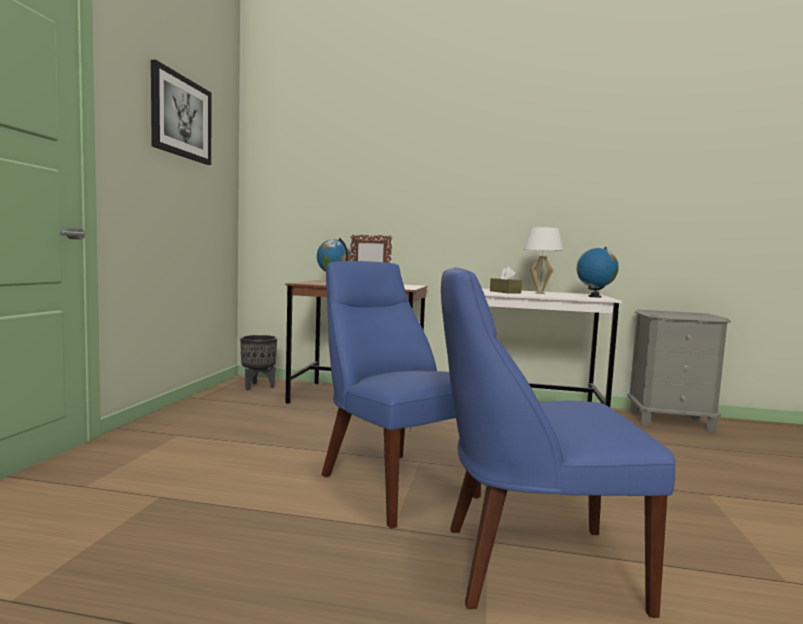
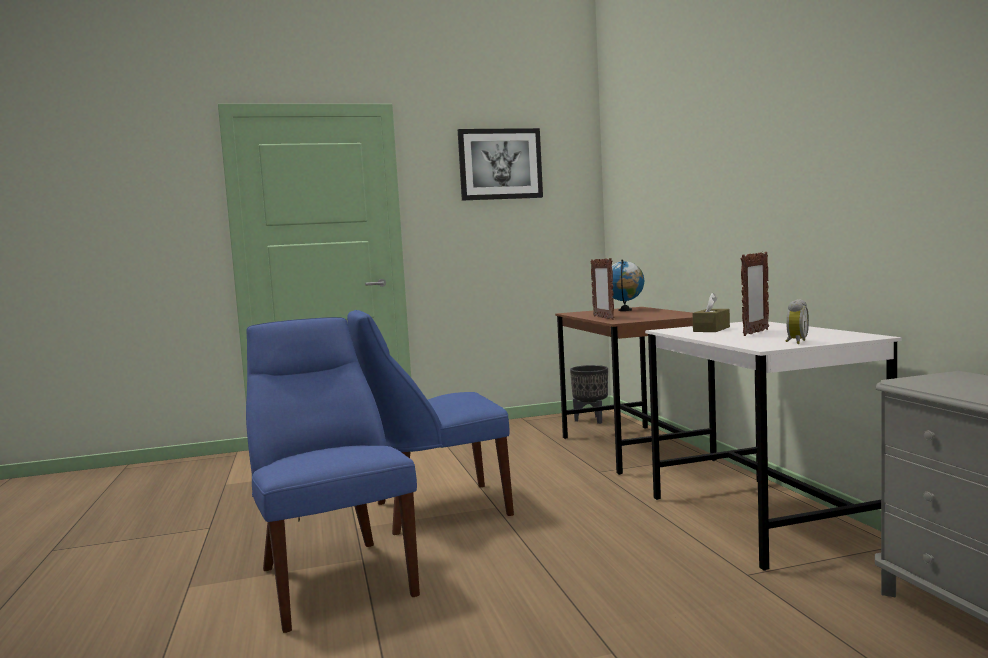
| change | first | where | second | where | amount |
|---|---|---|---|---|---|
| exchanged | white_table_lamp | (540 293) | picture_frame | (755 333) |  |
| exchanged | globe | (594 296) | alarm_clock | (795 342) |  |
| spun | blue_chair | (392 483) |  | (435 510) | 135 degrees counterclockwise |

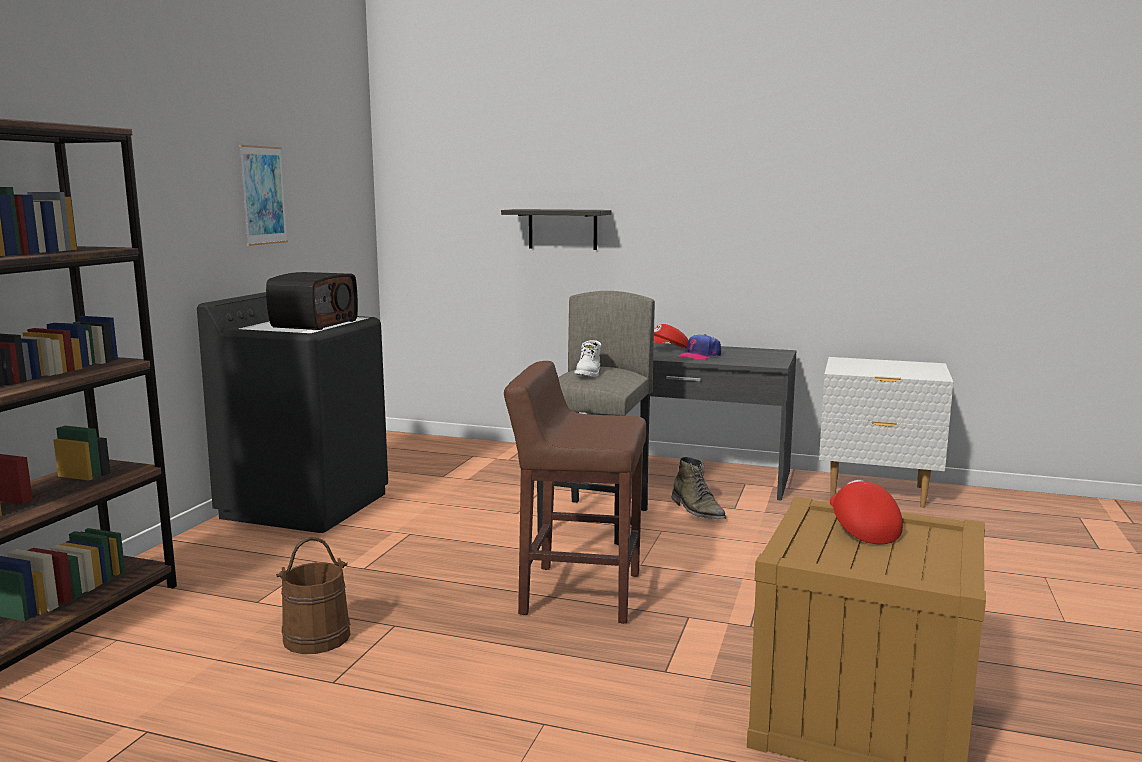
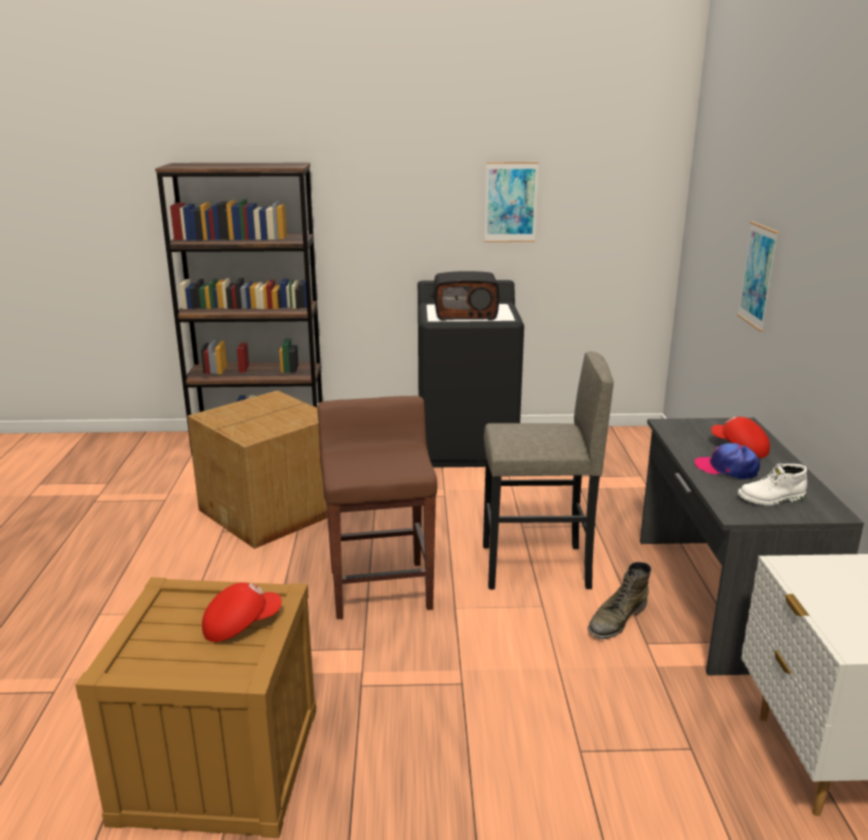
| change | first | where | second | where | amount |
|---|---|---|---|---|---|
| relocated | white_boot | (589 373) |  | (771 499) |  |
| exchanged | brown_bucket | (316 637) | cardboard_box | (272 511) |  |
| exchanged | shelf | (562 229) | picture | (757 275) |  |

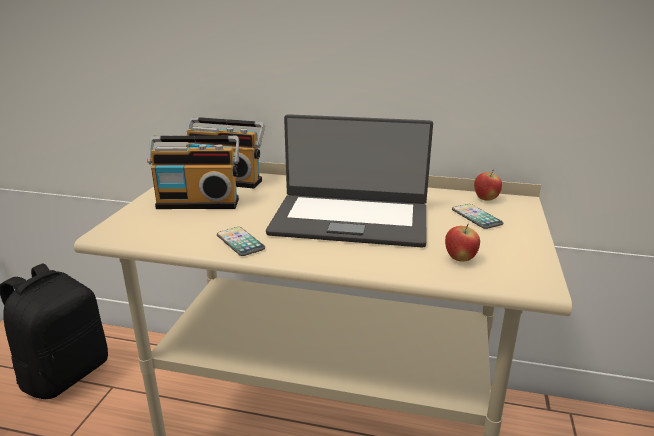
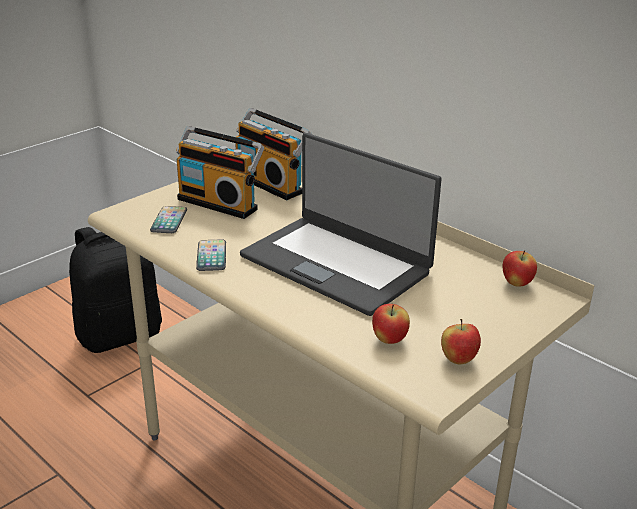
| change | first | where | second | where | amount |
|---|---|---|---|---|---|
| appeared |  |  | apple | (458 360) |  |
| relocated | phone | (476 217) |  | (169 221) |  |

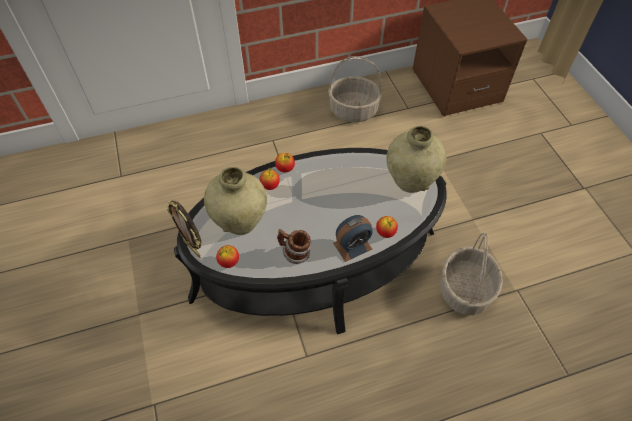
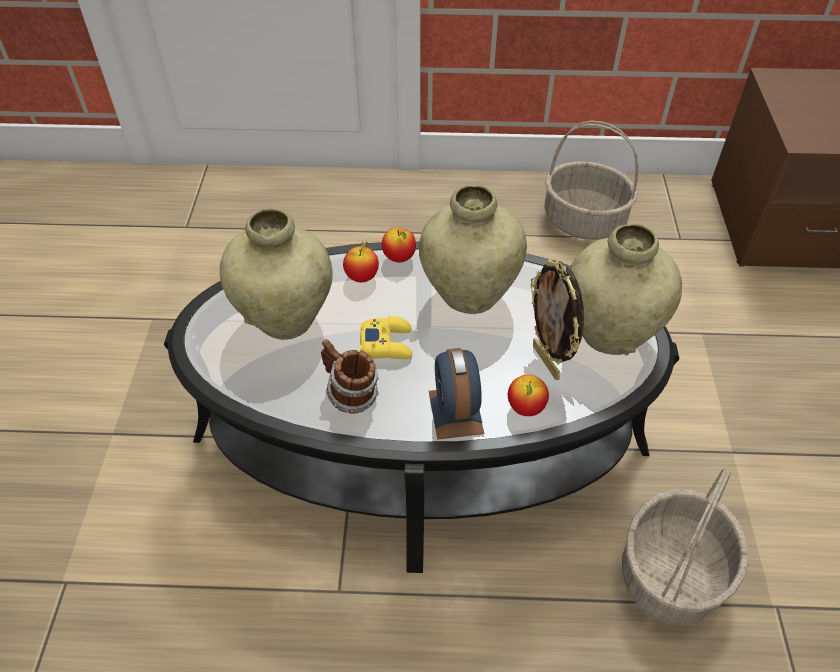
| change | first | where | second | where | amount |
|---|---|---|---|---|---|
| missing | apple | (229 262) |  |  |  |
| appeared |  |  | yellow_game_controller | (387 343) |  |
| appeared |  |  | beige_vase | (469 295) |  |
| relocated | picture_frame | (193 248) |  | (547 361) |  |
| spun | alarm_clock | (352 246) |  | (455 412) | 90 degrees clockwise |

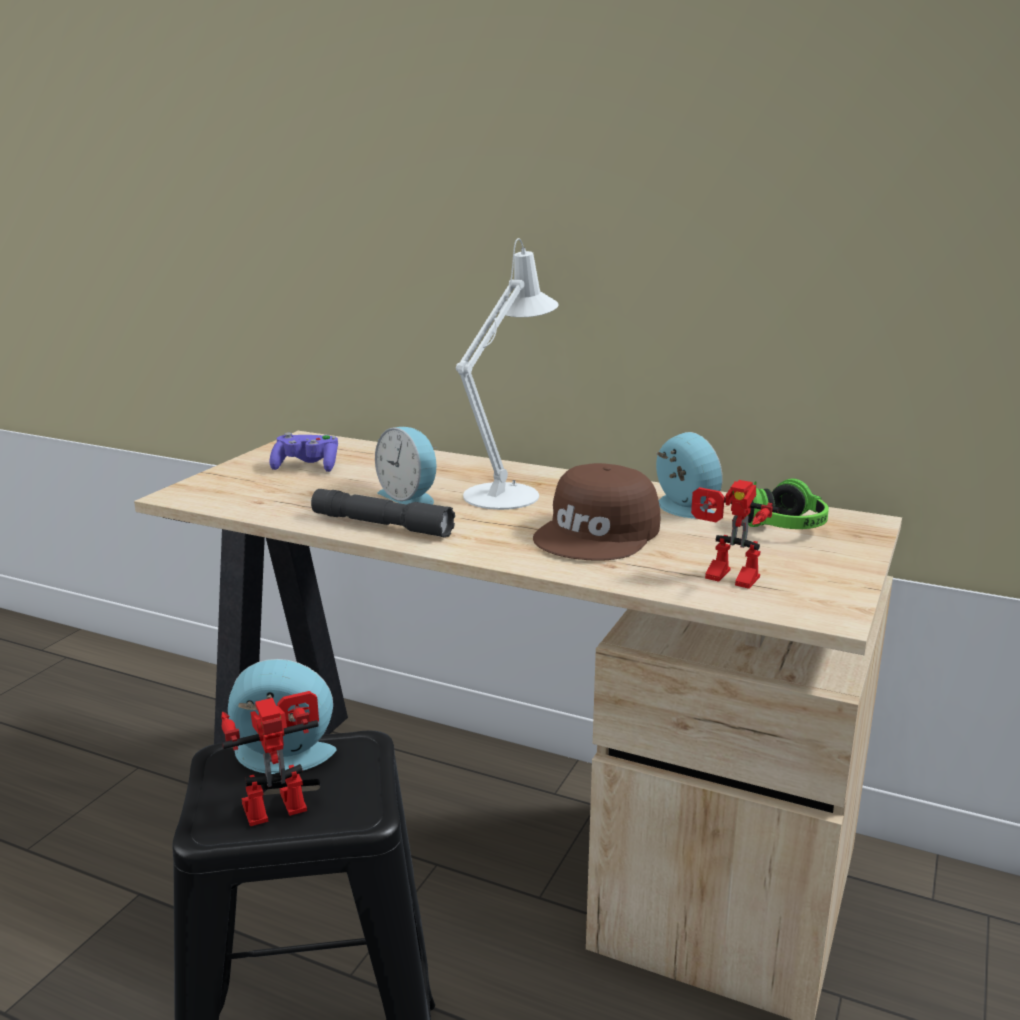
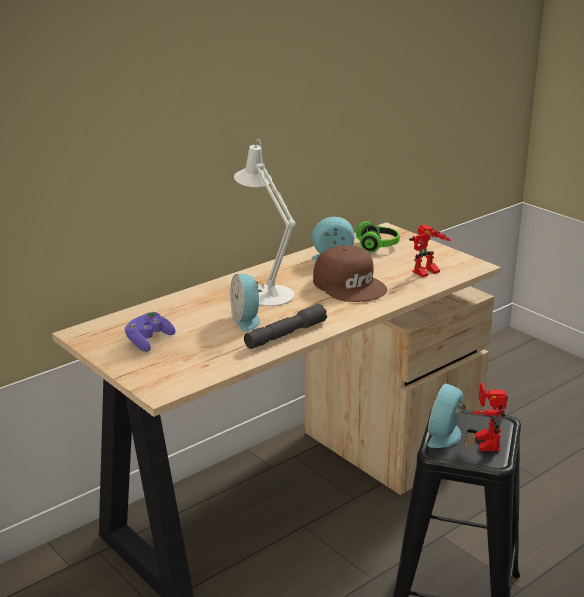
| change | first | where | second | where | amount |
|---|---|---|---|---|---|
| spun | alarm_clock | (410 497) |  | (247 319) | 90 degrees clockwise |

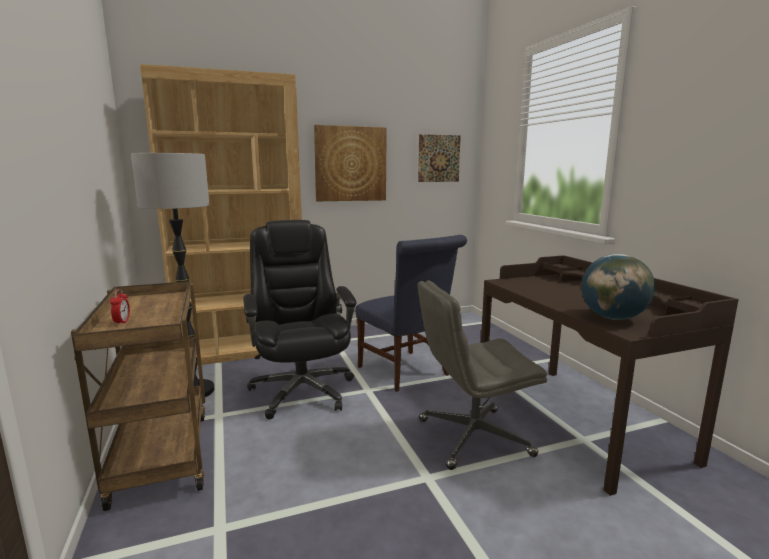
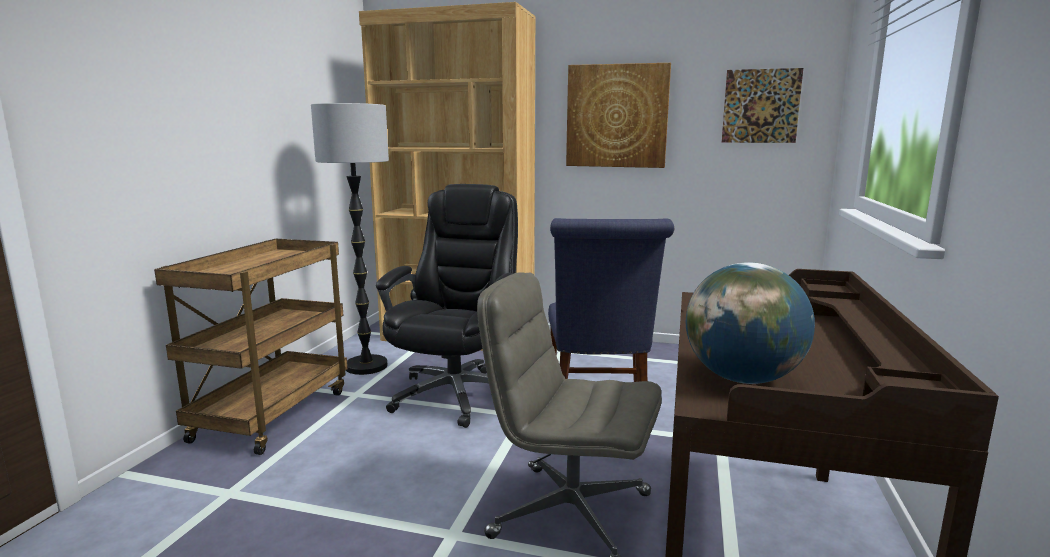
| change | first | where | second | where | amount |
|---|---|---|---|---|---|
| missing | alarm_clock | (122 322) |  |  |  |

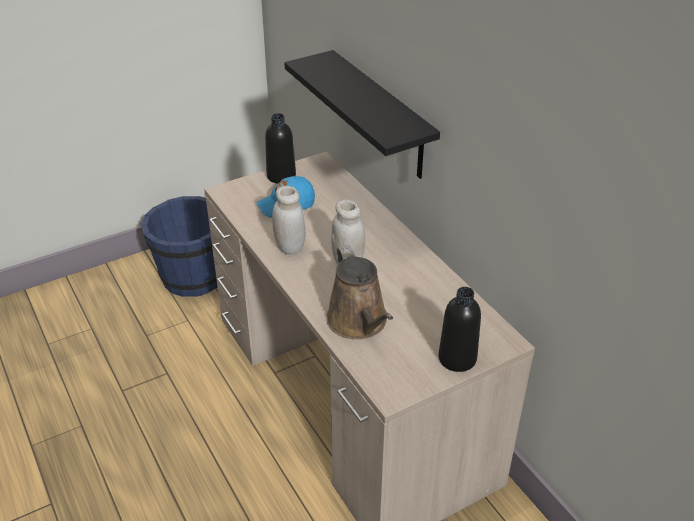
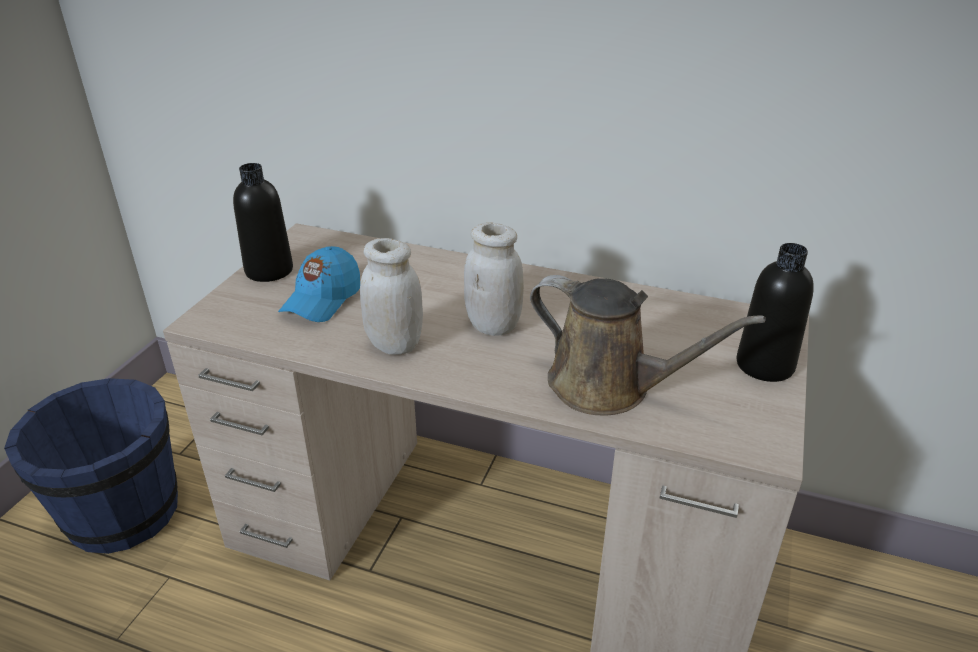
| change | first | where | second | where | amount |
|---|---|---|---|---|---|
| missing | black_shelf | (381 115) |  |  |  |

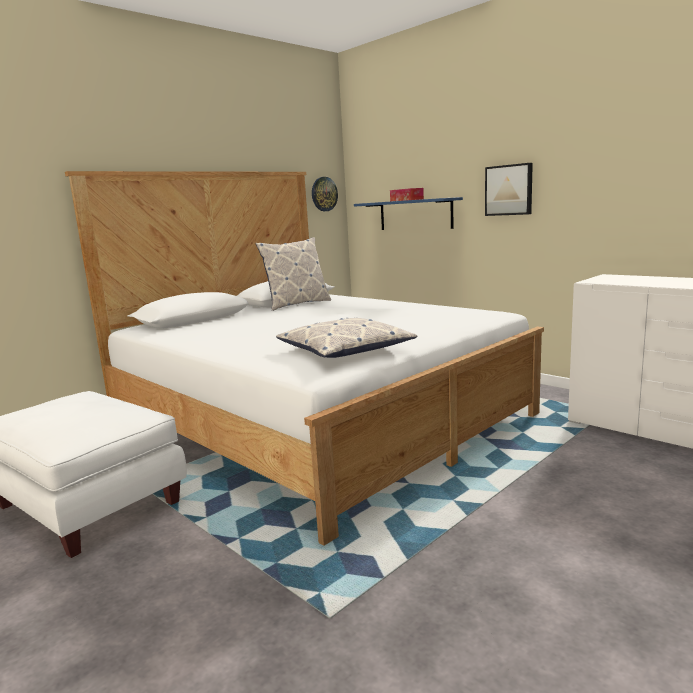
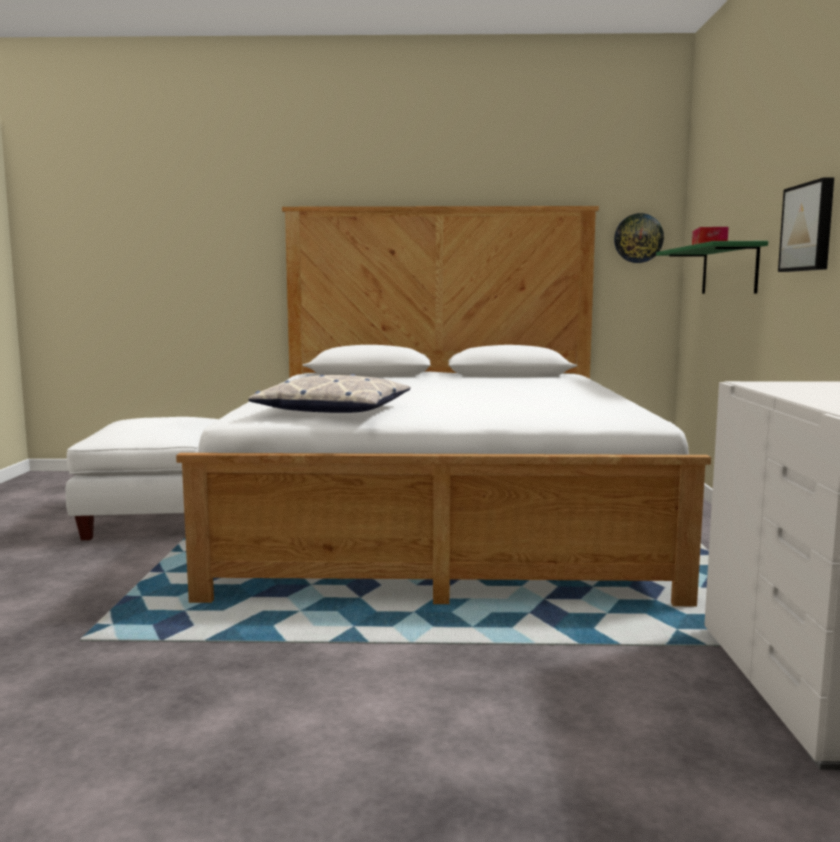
| change | first | where | second | where | amount |
|---|---|---|---|---|---|
| missing | pillow | (297 304) |  |  |  |
| colour | blue_shelf | (415 214) | green_shelf | (729 270) |  |

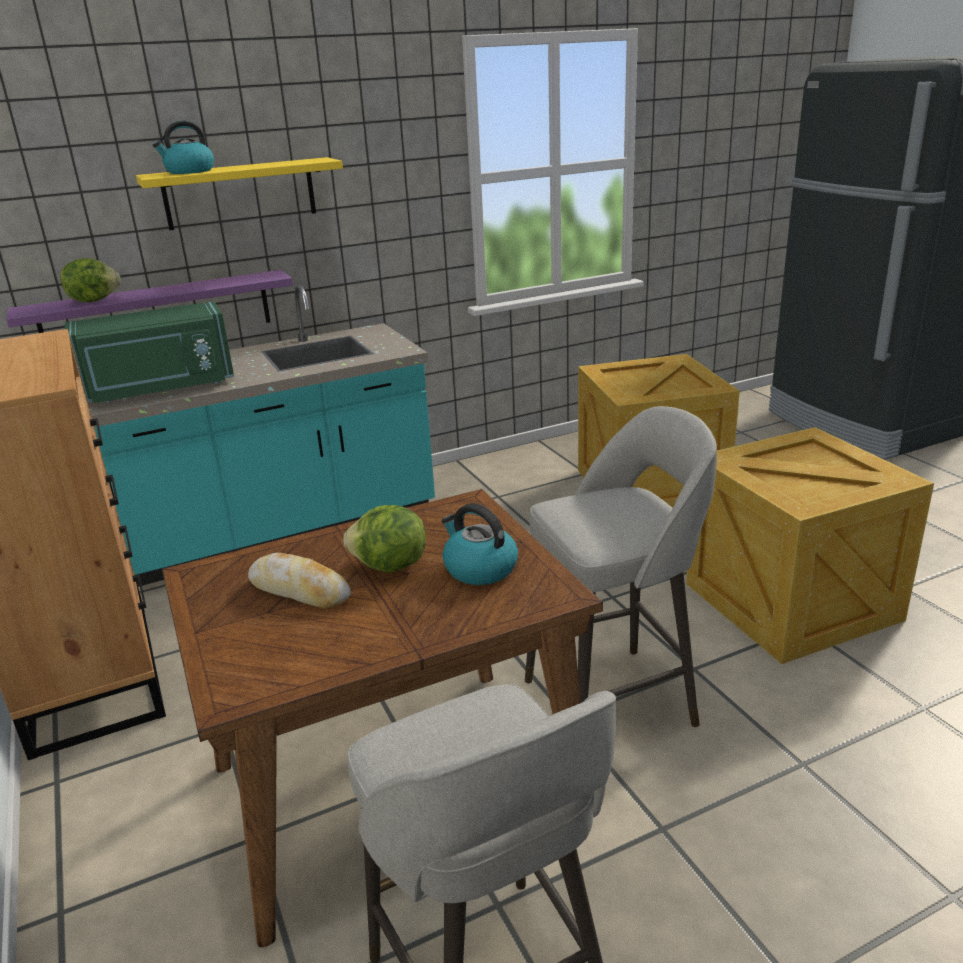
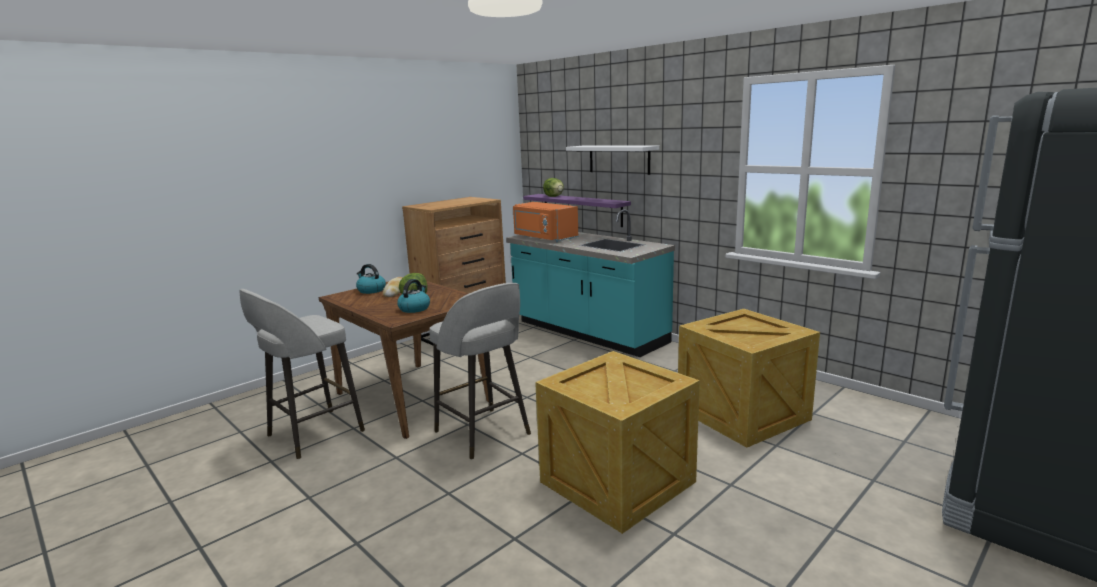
| change | first | where | second | where | amount |
|---|---|---|---|---|---|
| relocated | kettle | (189 171) |  | (371 290) |  |
| colour | green_microwave | (160 389) | orange_microwave | (544 238) |  |
| colour | yellow_shelf | (240 193) | white_shelf | (619 159) |  |

